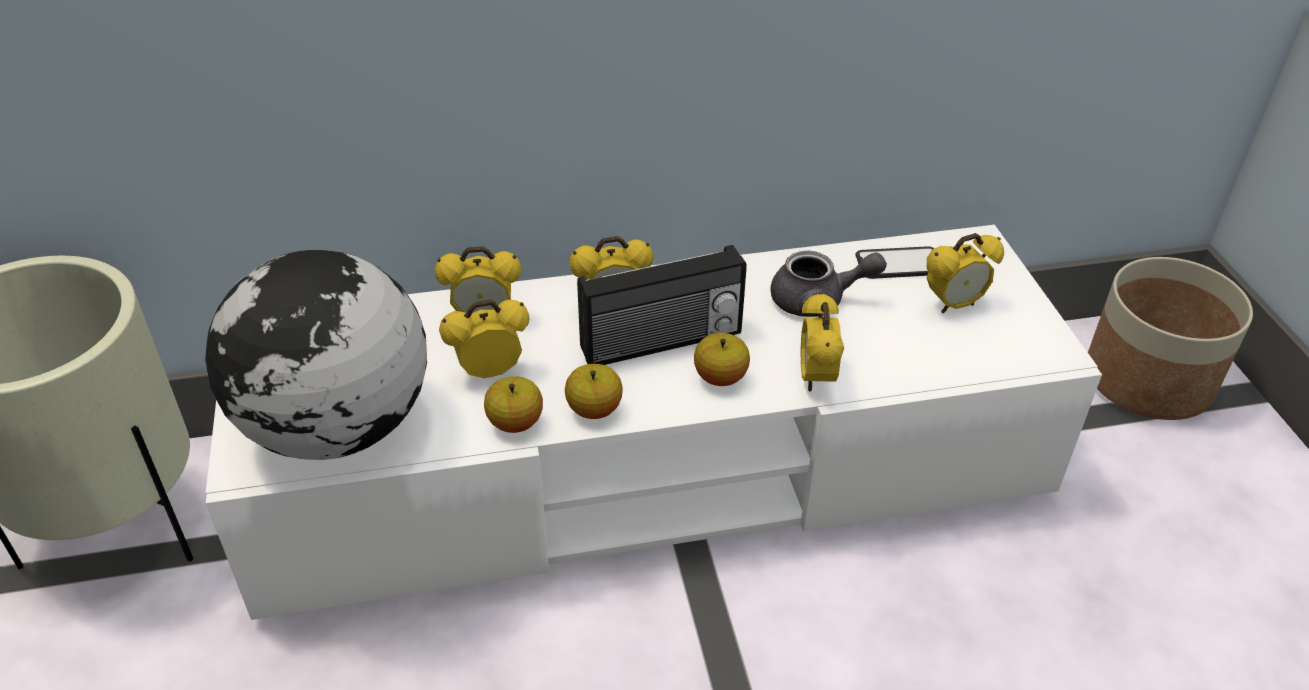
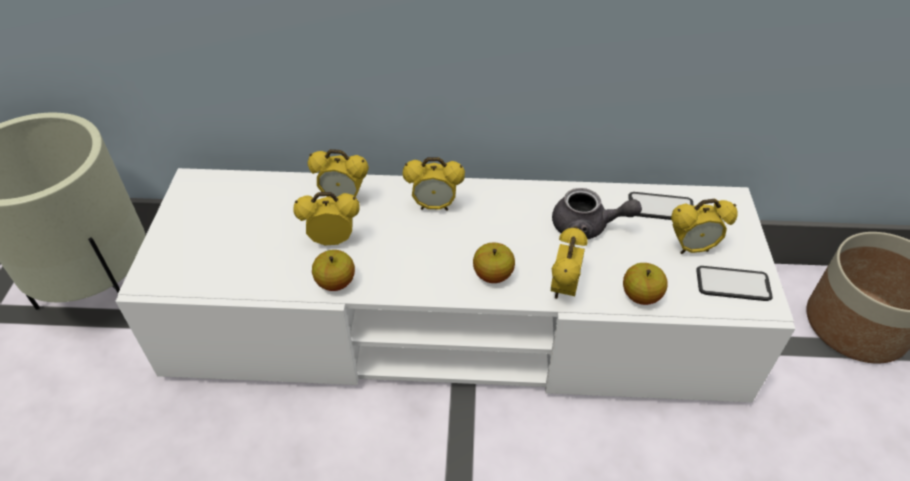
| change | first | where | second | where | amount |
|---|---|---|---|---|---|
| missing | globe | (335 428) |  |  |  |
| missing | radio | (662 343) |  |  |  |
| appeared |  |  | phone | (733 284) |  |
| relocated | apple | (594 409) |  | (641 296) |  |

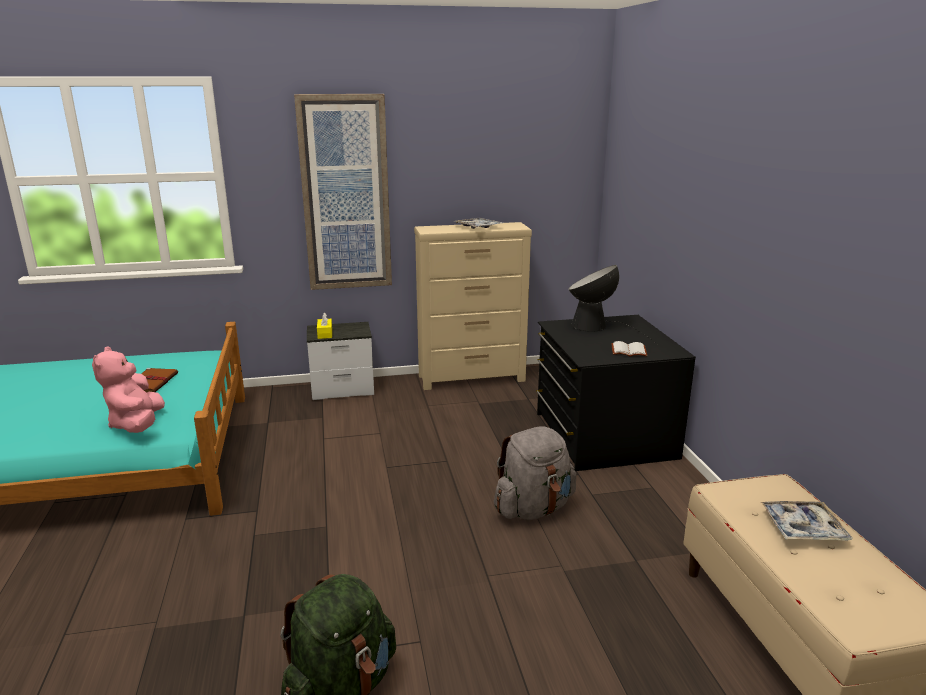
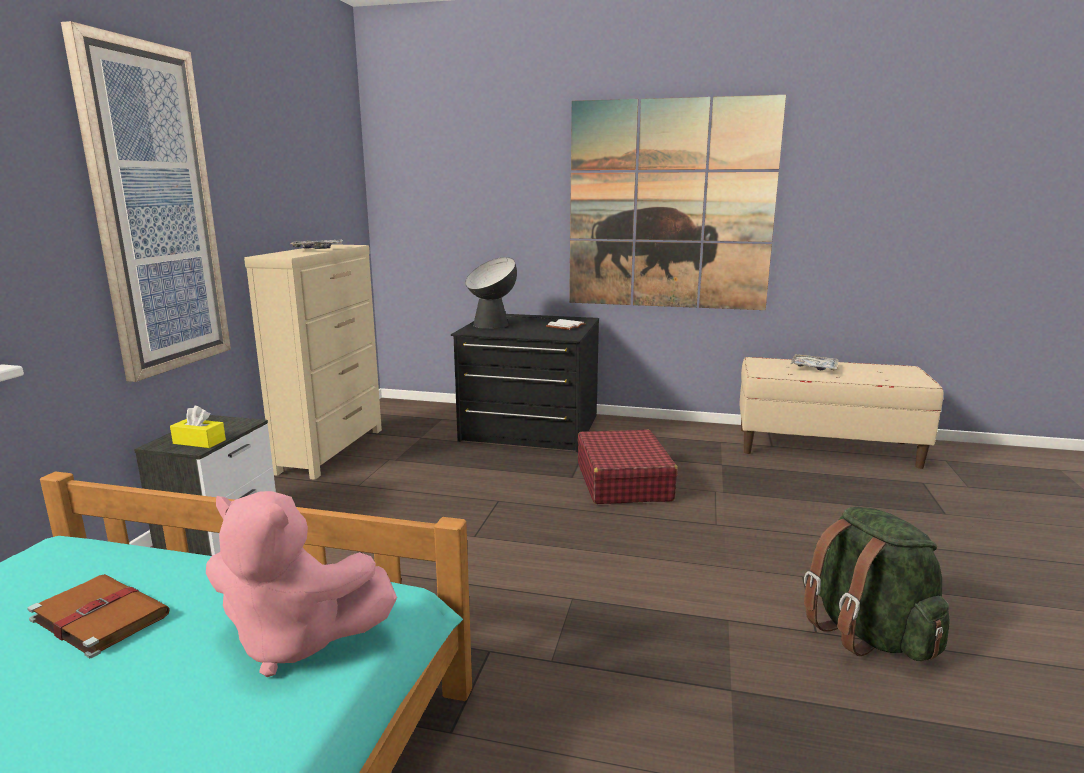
| change | first | where | second | where | amount |
|---|---|---|---|---|---|
| appeared |  |  | picture | (669 206) |  |
| exchanged | grey_backpack | (533 508) | red_suitcase | (623 481) |  |

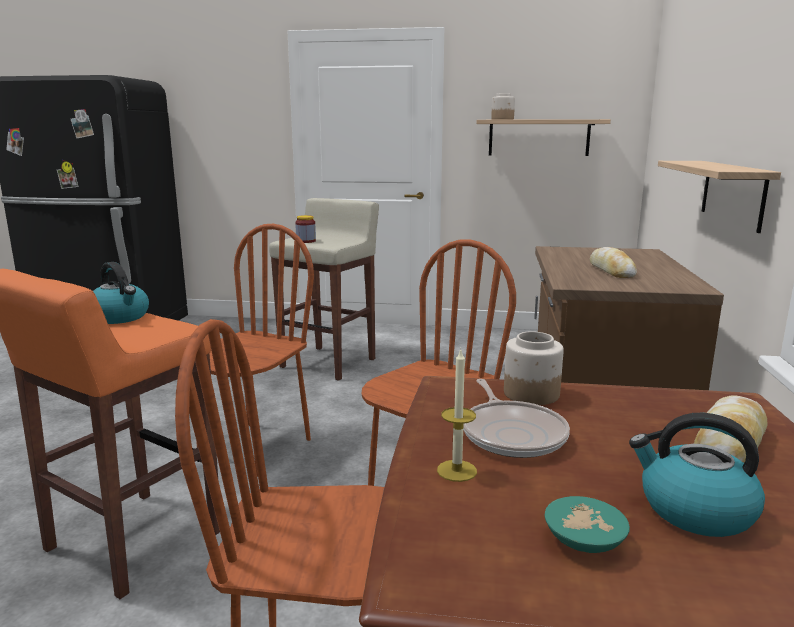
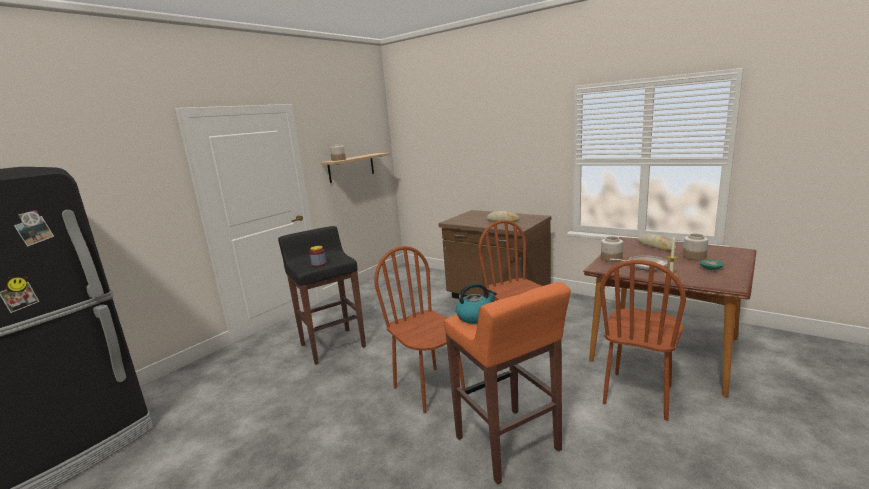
| change | first | where | second | where | amount |
|---|---|---|---|---|---|
| missing | shelf | (732 193) |  |  |  |
| exchanged | kettle | (694 510) | jar | (694 257) |  |
| colour | beige_stool | (329 363) | black_stool | (332 345) |  |

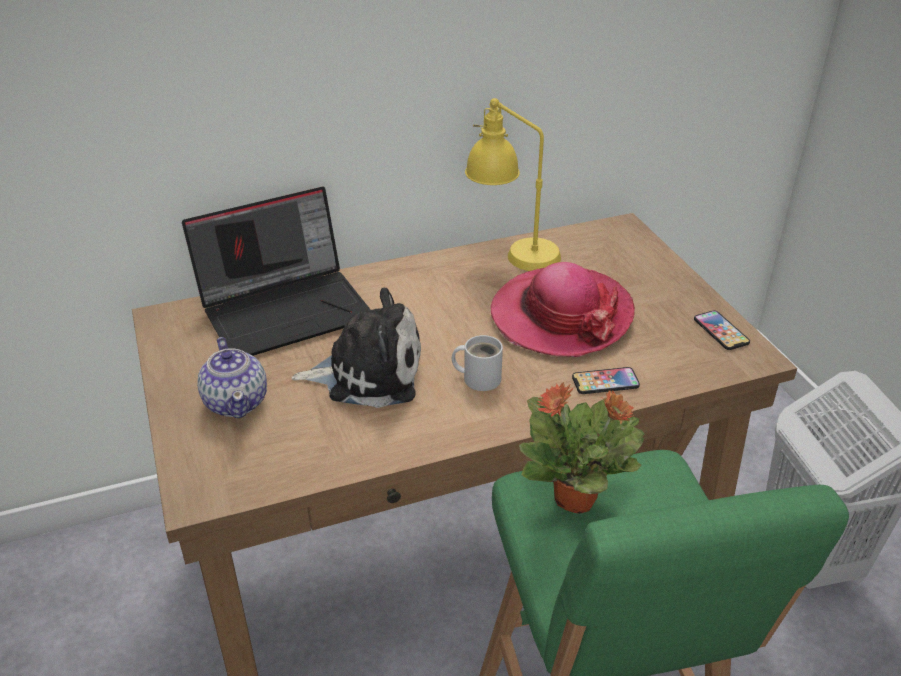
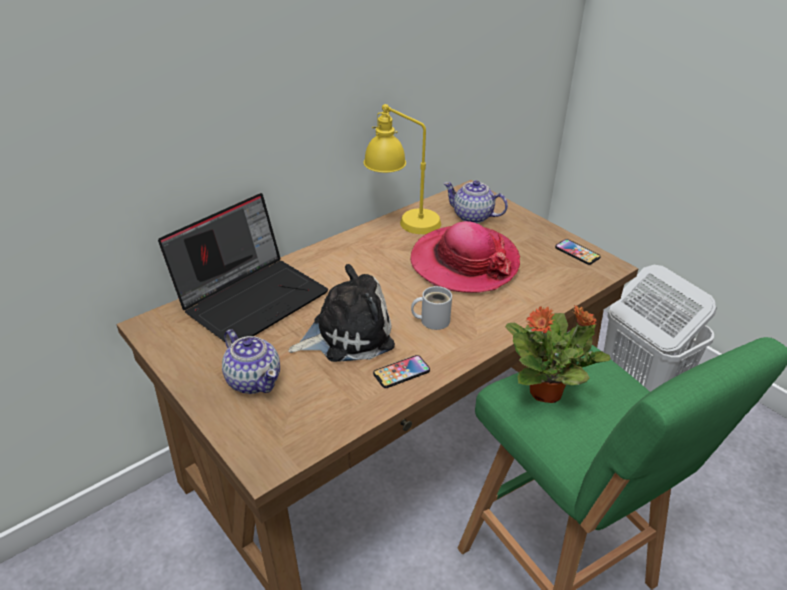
| change | first | where | second | where | amount |
|---|---|---|---|---|---|
| appeared |  |  | teapot | (473 217) |  |
| relocated | phone | (605 382) |  | (401 372) |  |

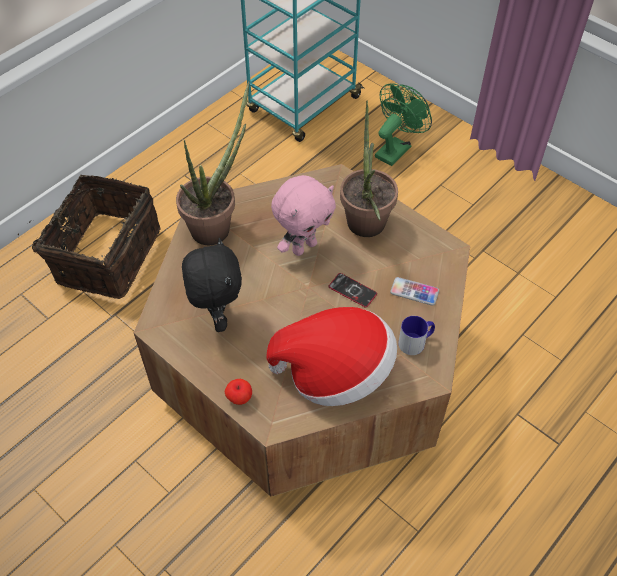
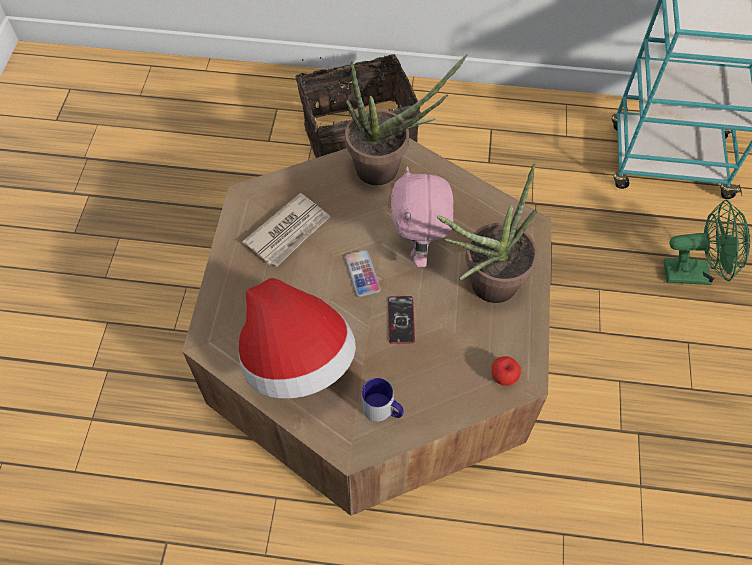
| change | first | where | second | where | amount |
|---|---|---|---|---|---|
| relocated | apple | (239 397) |  | (503 376) |  |
| relocated | phone | (414 292) |  | (362 274) |  |
| exchanged | black_plush_toy | (217 316) | newspaper | (289 232) |  |
| spun | pink_plush_toy | (303 247) |  | (419 250) | 75 degrees clockwise |

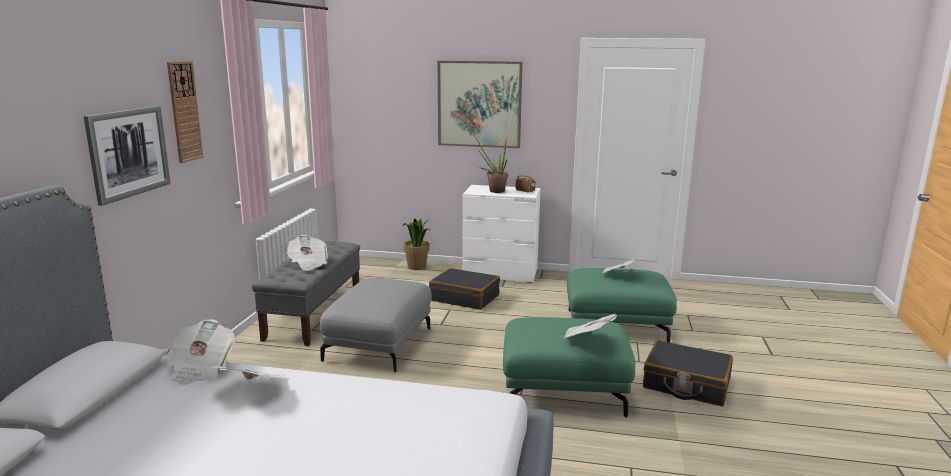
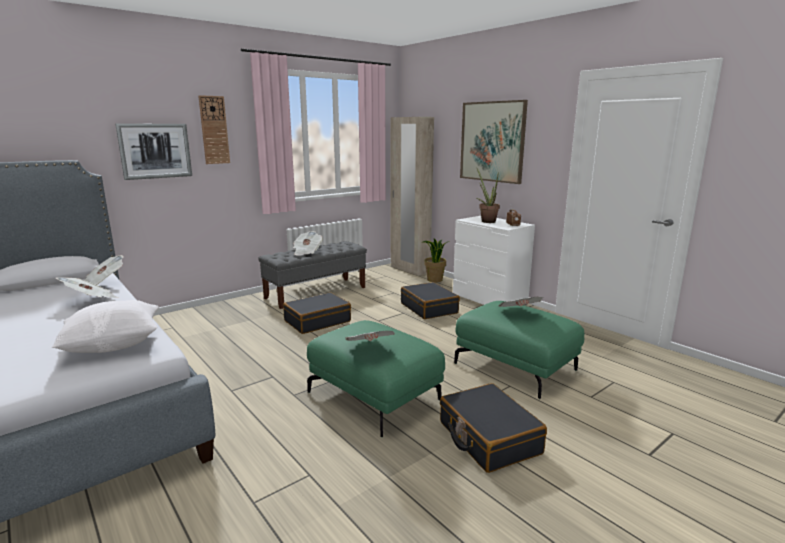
| change | first | where | second | where | amount |
|---|---|---|---|---|---|
| appeared |  |  | white_pillow | (114 345) |  |
| appeared |  |  | beige_wardrobe | (409 269) |  |
| exchanged | grey_ottoman | (380 345) | black_suitcase | (317 321) |  |

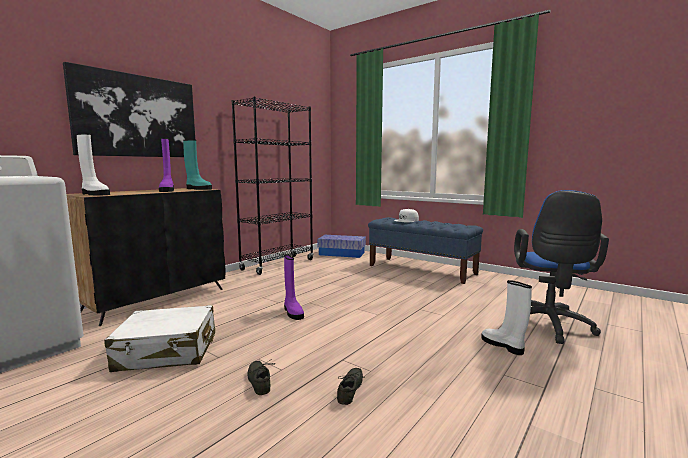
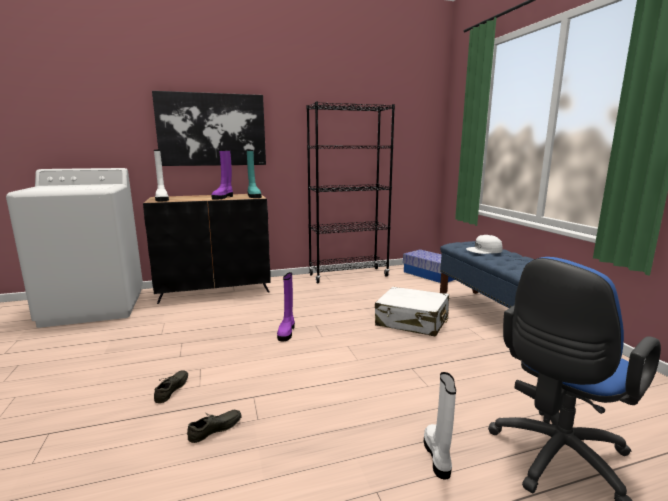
| change | first | where | second | where | amount |
|---|---|---|---|---|---|
| relocated | white_suitcase | (167 352) |  | (412 321) |  |

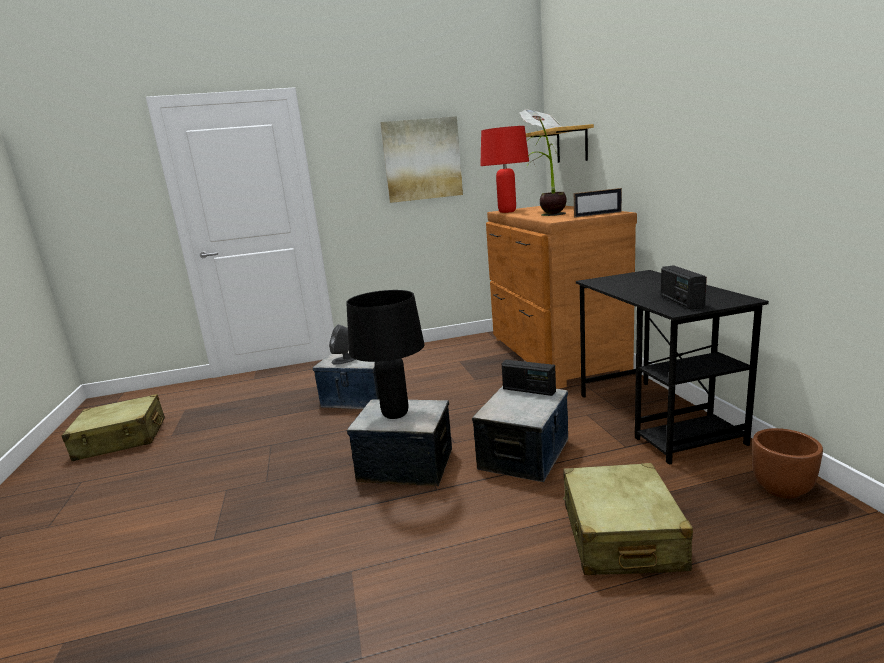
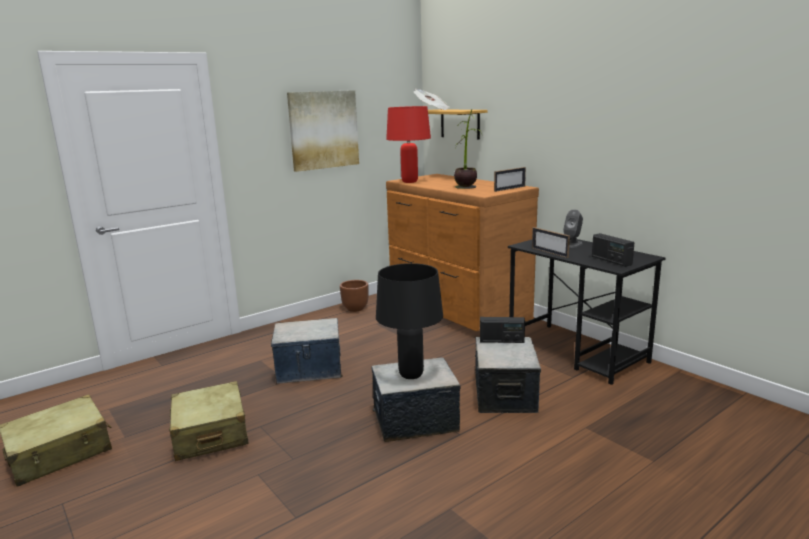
| change | first | where | second | where | amount |
|---|---|---|---|---|---|
| appeared |  |  | picture_frame | (549 252) |  |
| relocated | grey_speaker | (344 360) |  | (572 244) |  |
| relocated | beige_suitcase | (620 536) |  | (210 433) |  |
| relocated | brown_planter | (780 488) |  | (355 308) |  |

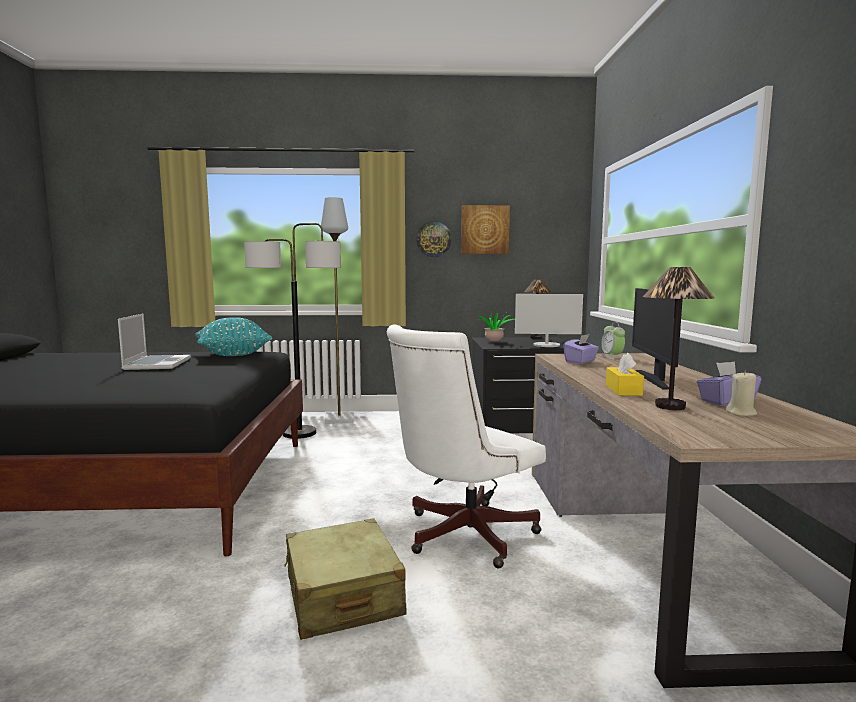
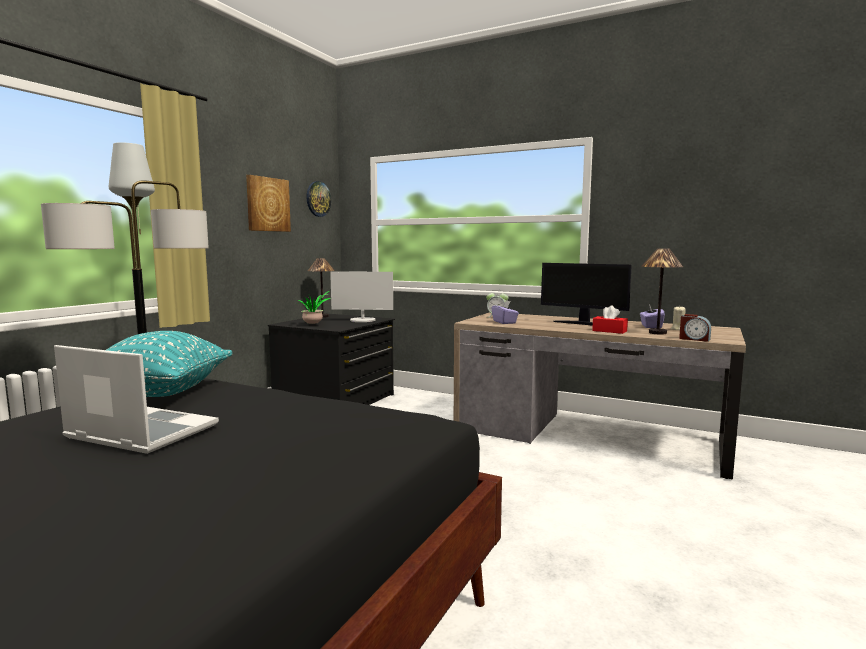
| change | first | where | second | where | amount |
|---|---|---|---|---|---|
| missing | beige_suitcase | (342 595) |  |  |  |
| missing | white_office_chair | (461 535) |  |  |  |
| appeared |  |  | alarm_clock | (694 339) |  |
| relocated | wall_clock | (433 239) |  | (318 199) |  |
| colour | yellow_tissue_box | (623 390) | red_tissue_box | (609 331) |  |
| spun | monitor | (546 345) |  | (362 320) | 60 degrees clockwise |

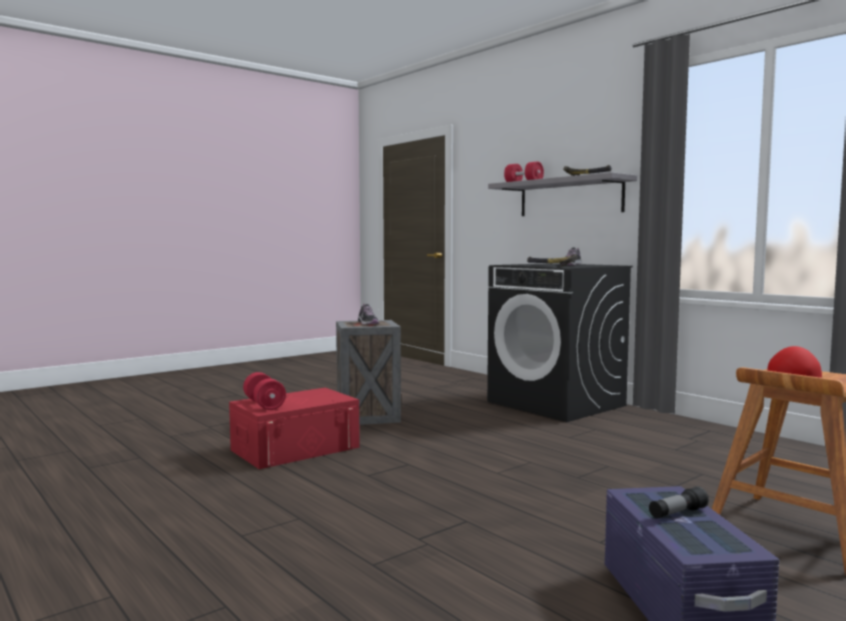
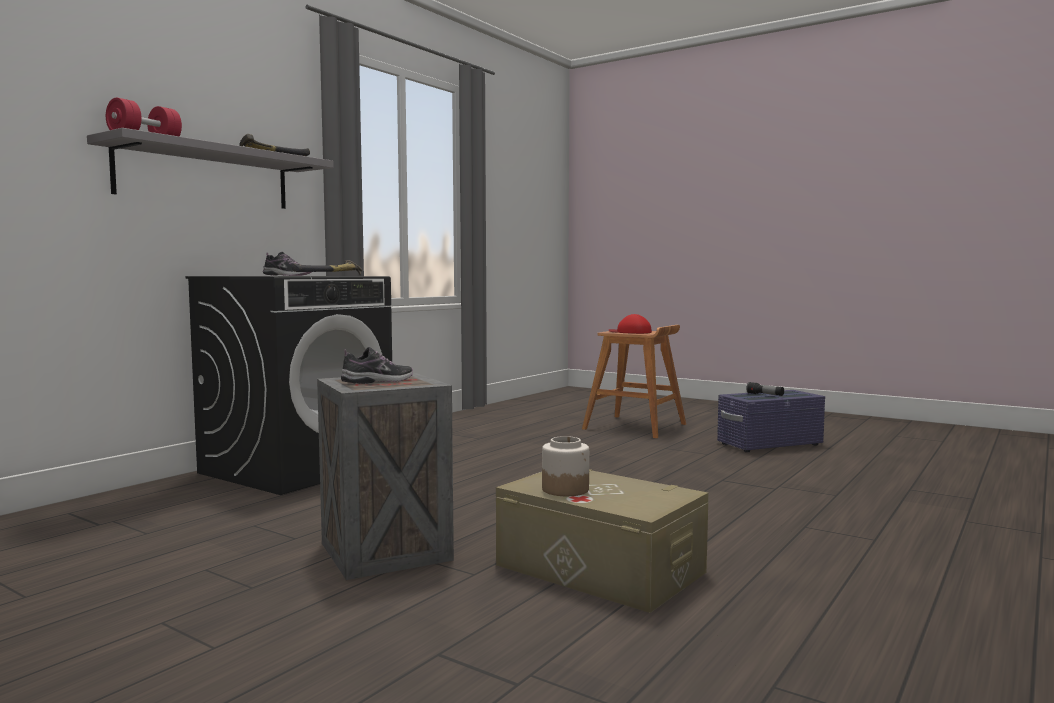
| change | first | where | second | where | amount |
|---|---|---|---|---|---|
| missing | red_dumbbell | (264 404) |  |  |  |
| appeared |  |  | jar | (565 489) |  |
| colour | red_storage_box | (295 448) | beige_storage_box | (599 568) |  |

